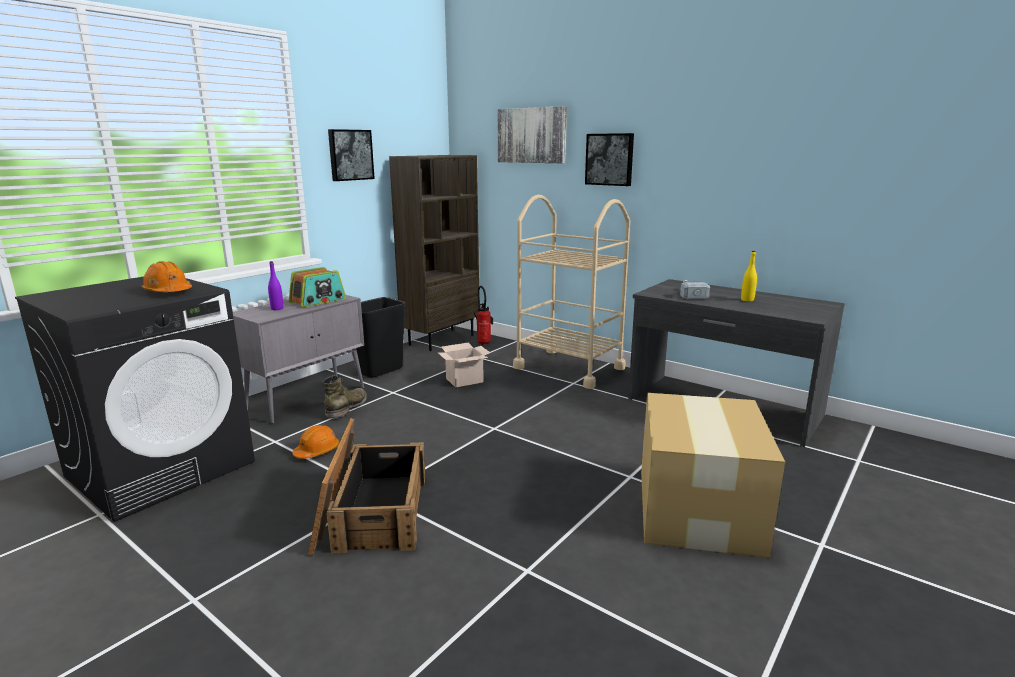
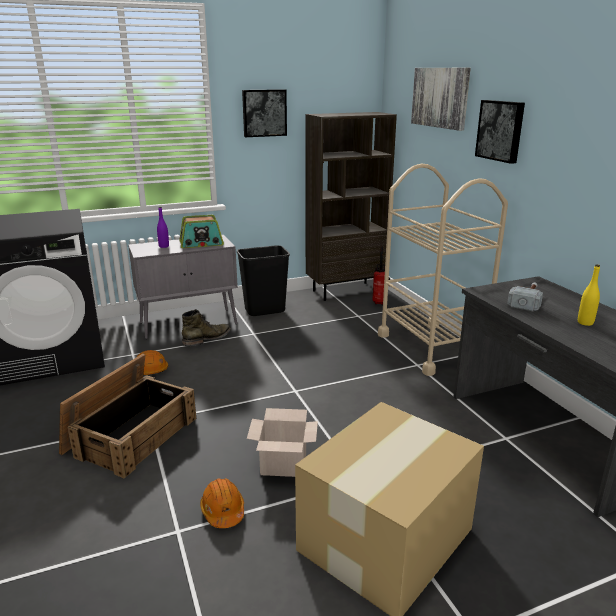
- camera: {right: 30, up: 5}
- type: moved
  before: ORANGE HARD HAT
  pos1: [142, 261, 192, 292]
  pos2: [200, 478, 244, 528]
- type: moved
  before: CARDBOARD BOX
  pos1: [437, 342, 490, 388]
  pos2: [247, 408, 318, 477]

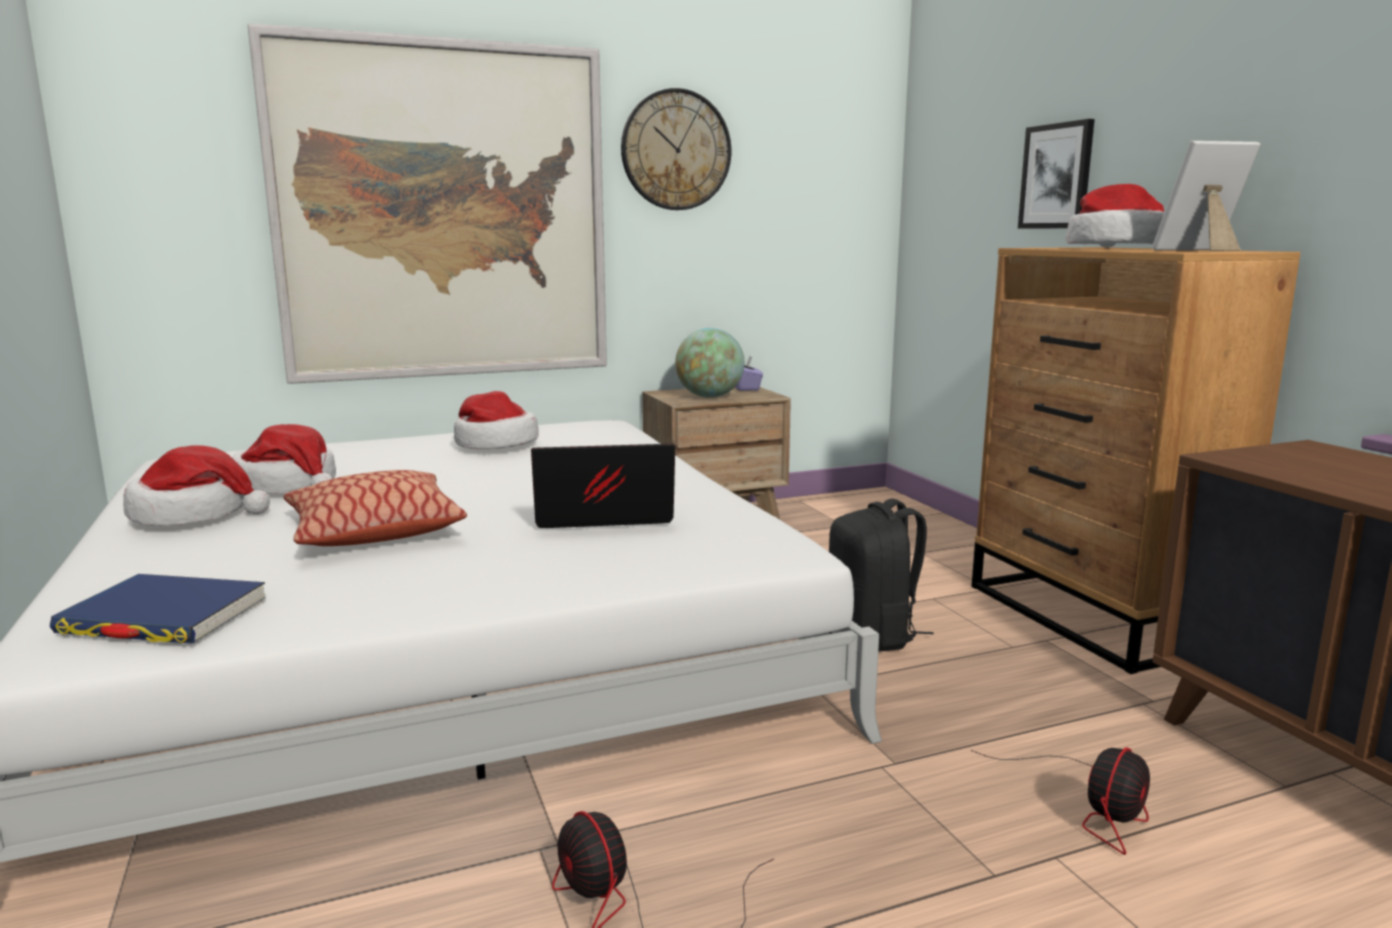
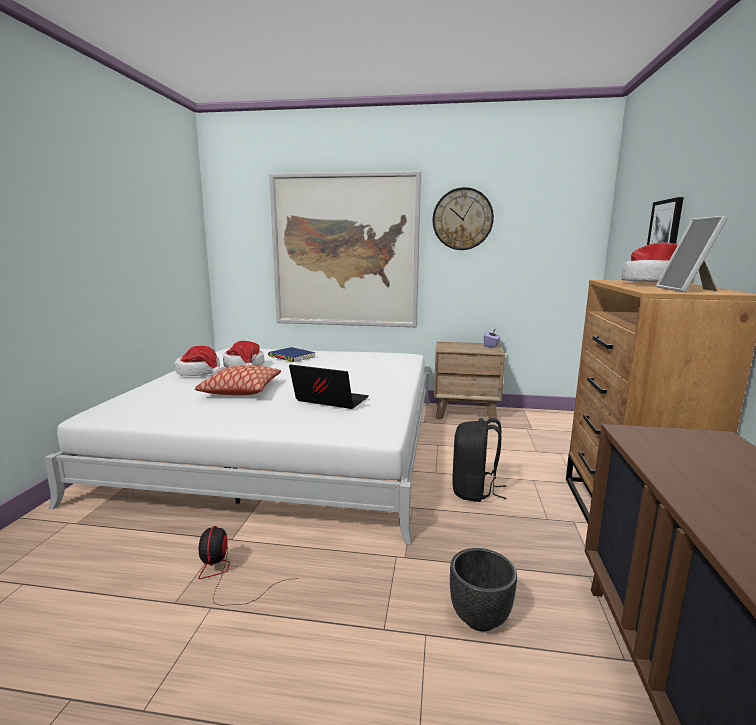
- camera: {right: 30, up: 0}
- type: moved
  before: BLUE BOOK
  pos1: [50, 574, 265, 644]
  pos2: [268, 347, 316, 362]
- type: replaced
  before: FAN
  after: BLACK PLANTER
  pos1: [971, 747, 1150, 855]
  pos2: [450, 548, 517, 631]
- type: turned
  before: PICTURE FRAME
  pos1: [1152, 141, 1261, 251]
  pos2: [656, 216, 728, 292]
  turn: -105
- type: removed
  before: HAT
  pos1: [454, 391, 539, 449]
- type: removed
  before: GLOBE
  pos1: [675, 328, 745, 398]

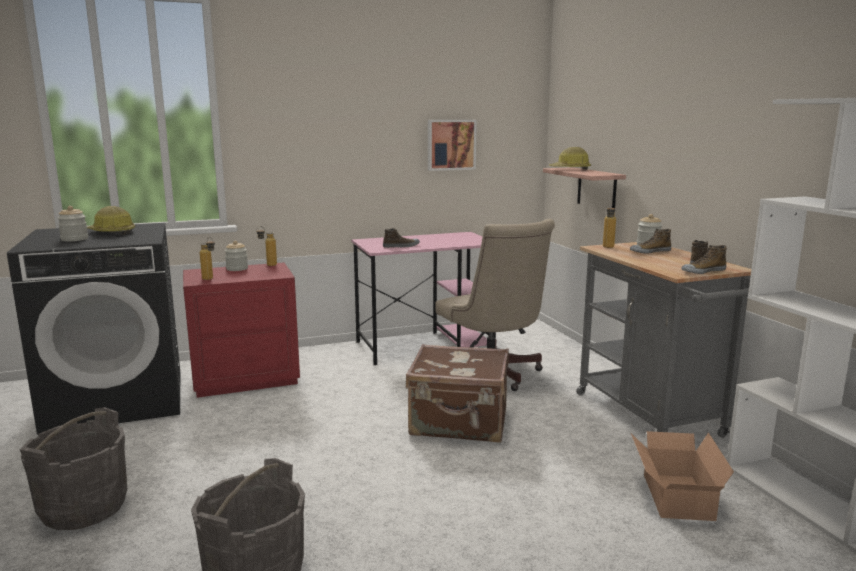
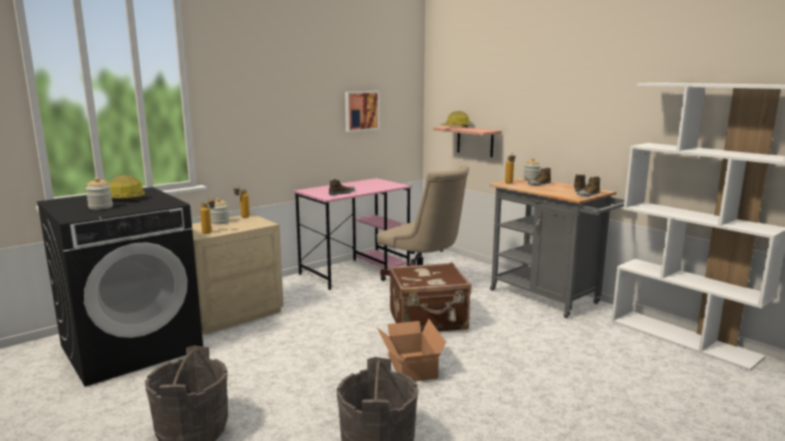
- camera: {right: -20, up: 0}
- type: recoloured
  before: RED NIGHTSTAND
  after: BEIGE NIGHTSTAND
  pos1: [183, 262, 300, 398]
  pos2: [191, 214, 284, 335]
- type: moved
  before: CARDBOARD BOX
  pos1: [631, 431, 734, 521]
  pos2: [377, 319, 446, 382]

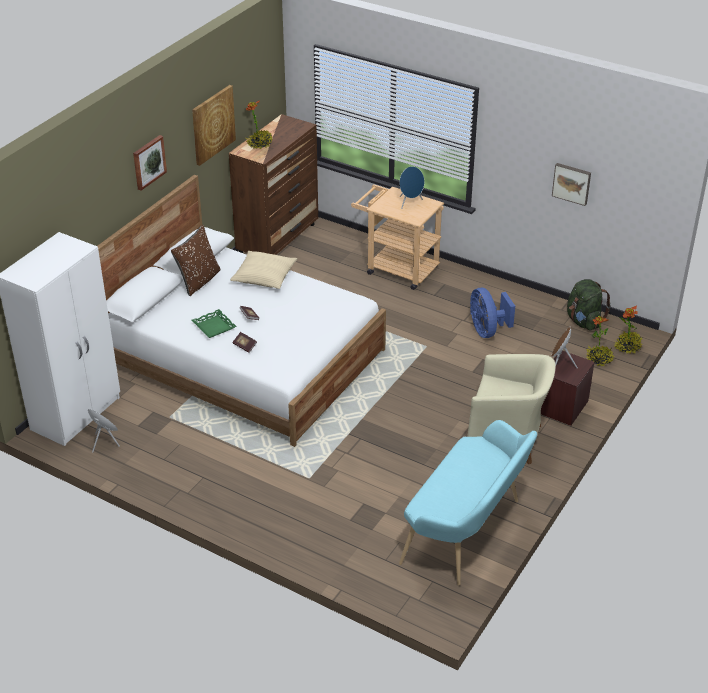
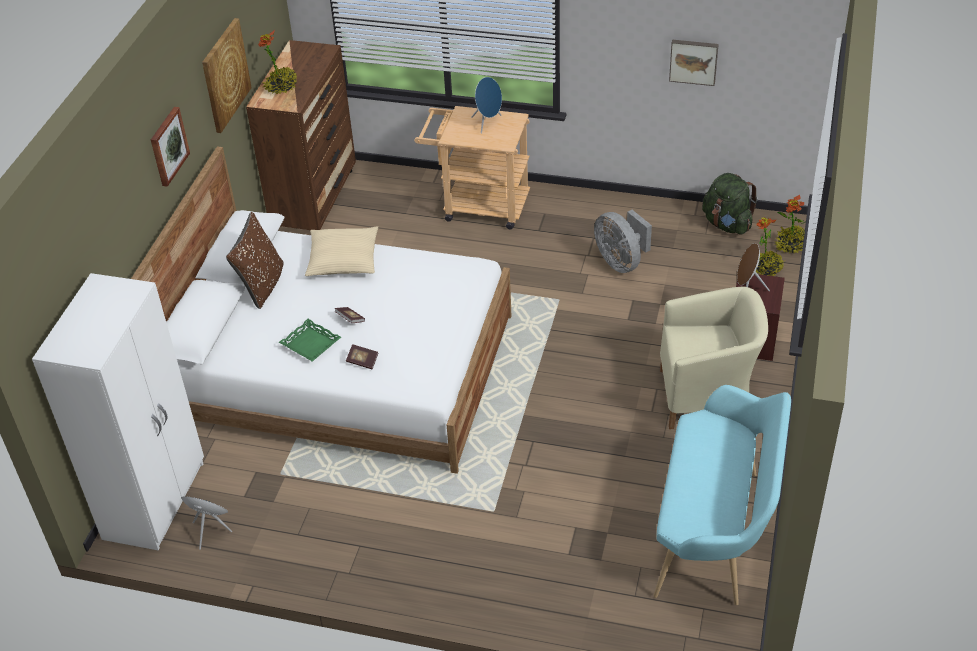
- camera: {right: -15, up: 5}
- type: recoloured
  before: BLUE FAN
  after: GREY FAN
  pos1: [470, 288, 515, 338]
  pos2: [594, 210, 652, 273]

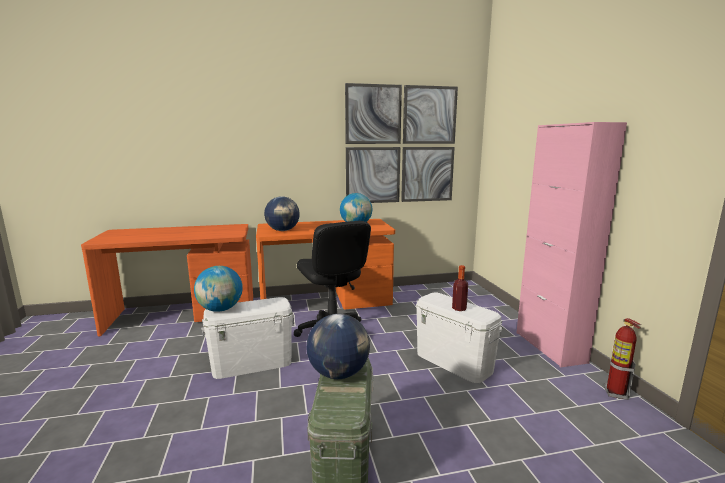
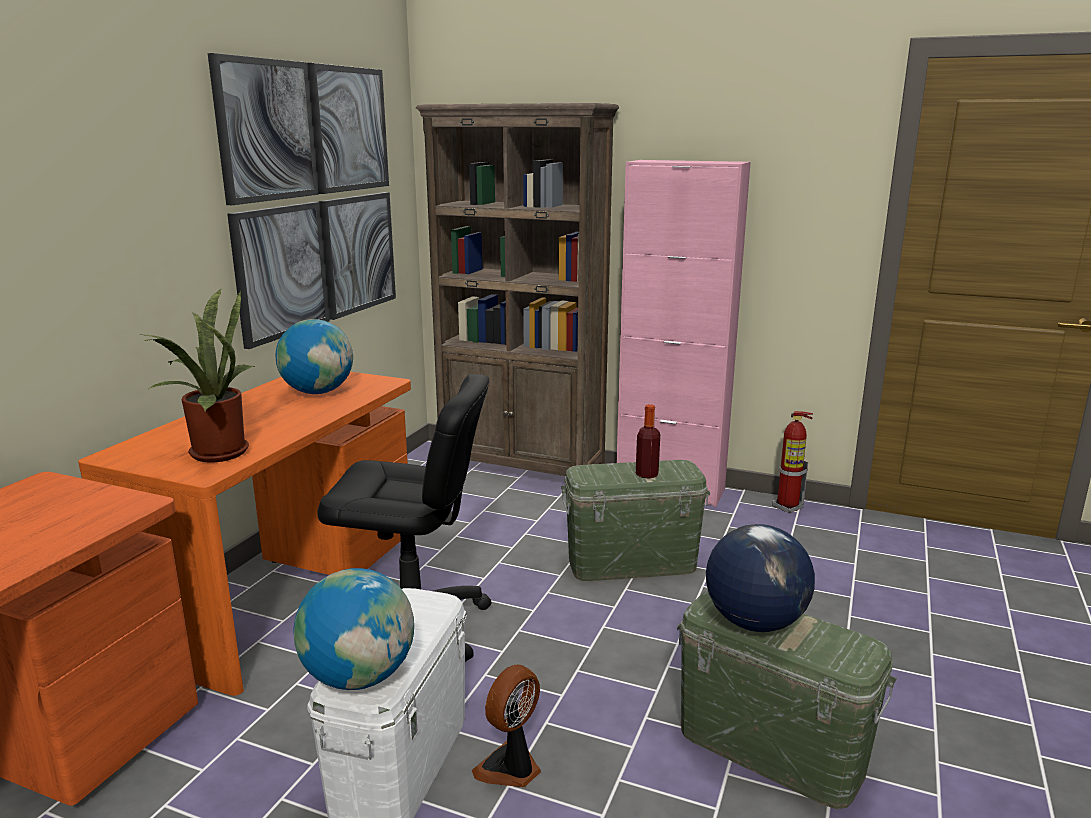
- camera: {right: -55, up: 5}
- type: replaced
  before: GLOBE
  after: POTTED PLANT
  pos1: [264, 196, 300, 231]
  pos2: [139, 289, 253, 463]
- type: added
  after: BROWN BOOKCASE
  pos2: [416, 103, 619, 476]
- type: added
  after: FAN
  pos2: [472, 664, 541, 787]
- type: recoloured
  before: WHITE STORAGE BOX
  after: GREEN STORAGE BOX
  pos1: [416, 292, 503, 383]
  pos2: [561, 460, 710, 581]

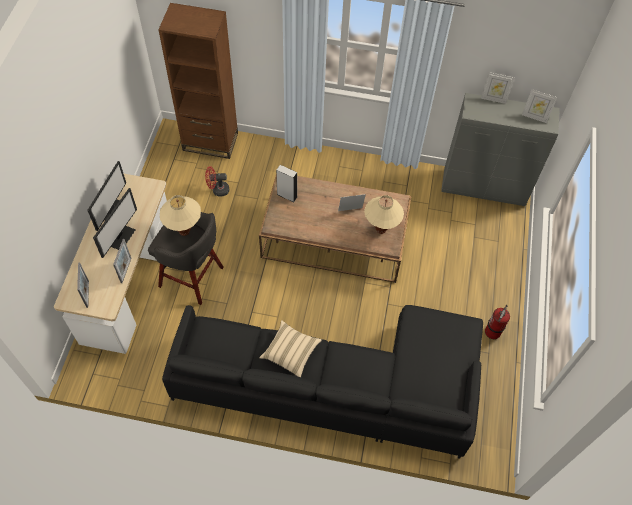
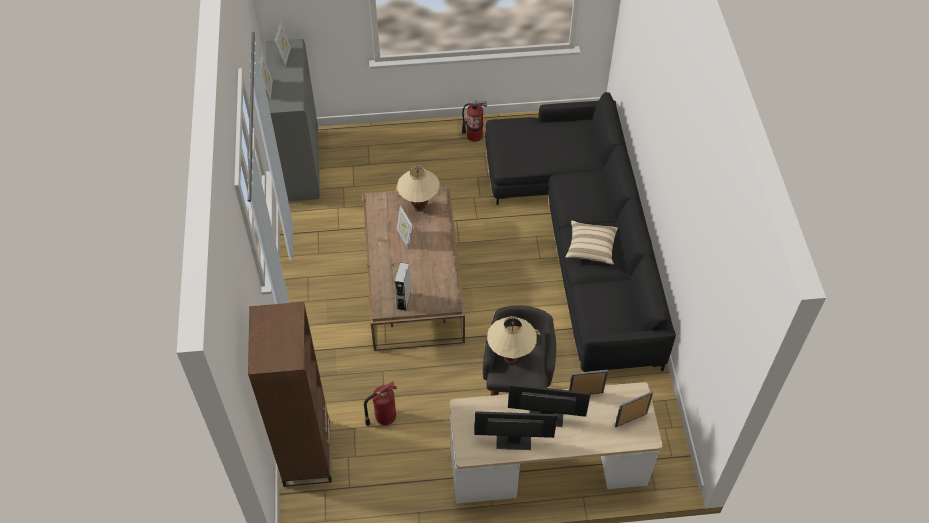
- camera: {right: -105, up: -5}
- type: replaced
  before: RED FAN
  after: FIRE EXTINGUISHER
  pos1: [205, 166, 229, 197]
  pos2: [364, 381, 397, 426]

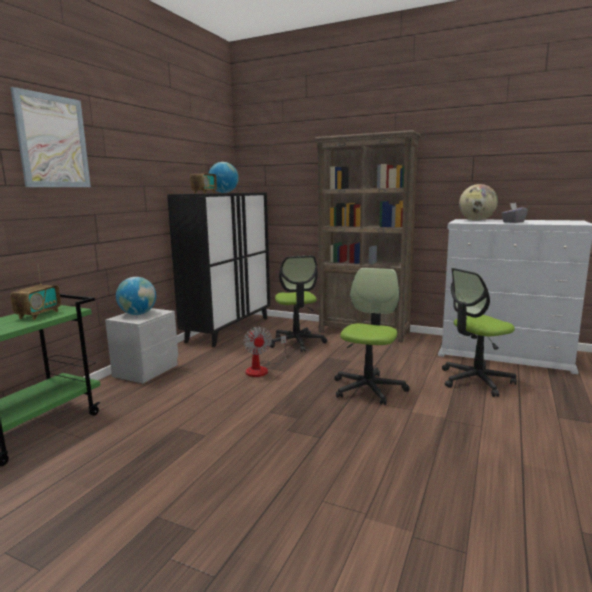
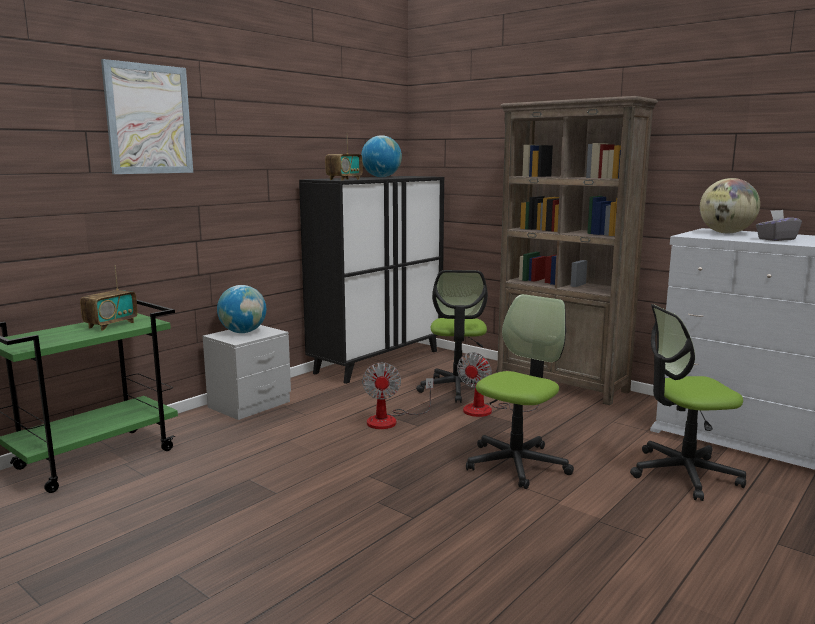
- camera: {right: 15, up: 0}
- type: added
  after: FAN
  pos2: [457, 352, 539, 417]

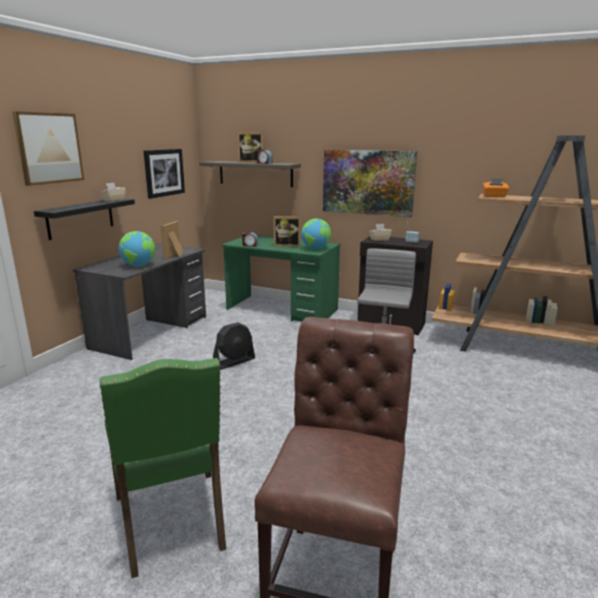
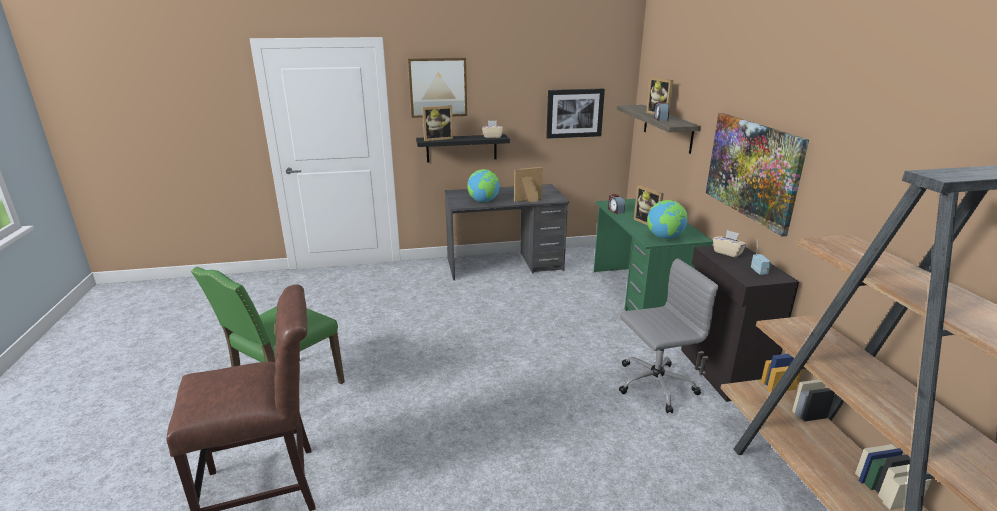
- camera: {right: 55, up: 5}
- type: added
  after: PICTURE FRAME
  pos2: [422, 105, 453, 141]
- type: removed
  before: BLACK FAN
  pos1: [213, 322, 255, 370]
- type: removed
  before: ORANGE TISSUE BOX
  pos1: [483, 178, 509, 197]

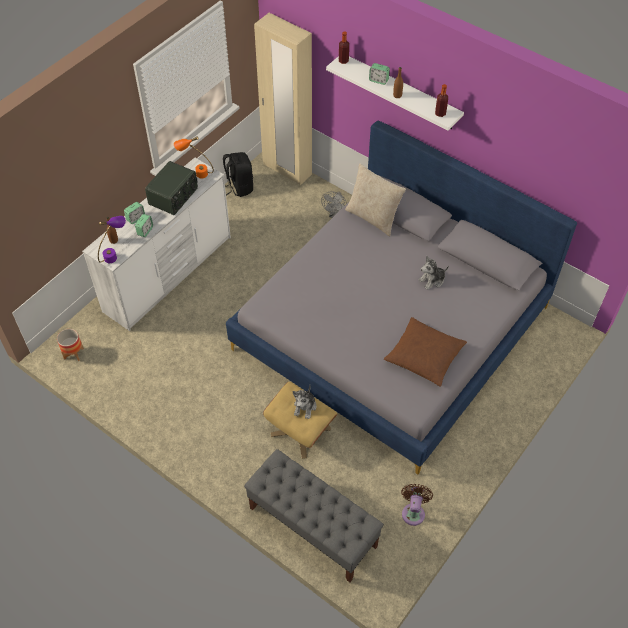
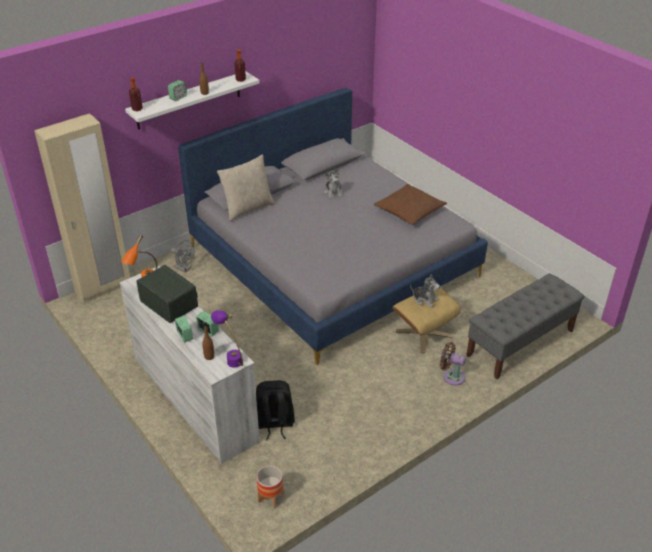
- camera: {right: -75, up: -15}
- type: moved
  before: BLACK BACKPACK
  pos1: [223, 152, 253, 197]
  pos2: [256, 380, 295, 440]
- type: moved
  before: BROWN FAN
  pos1: [401, 484, 433, 526]
  pos2: [440, 342, 466, 386]

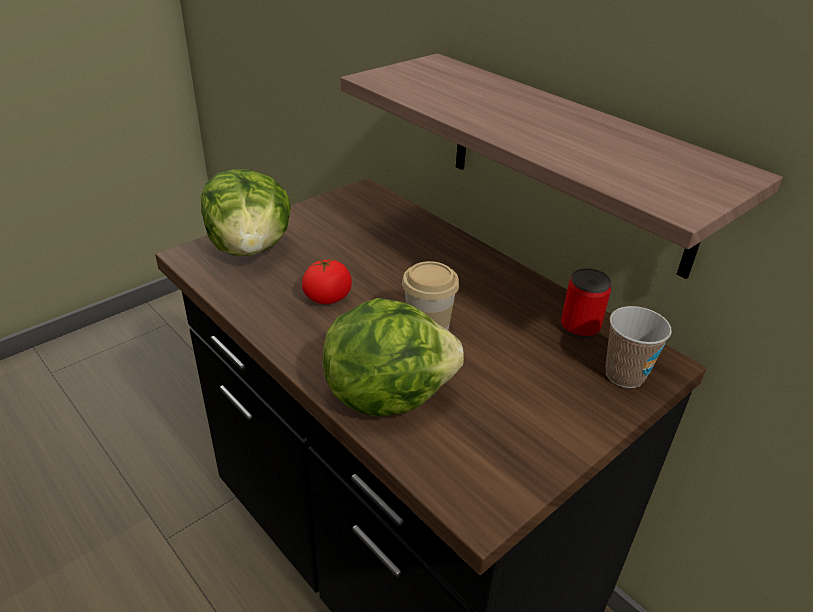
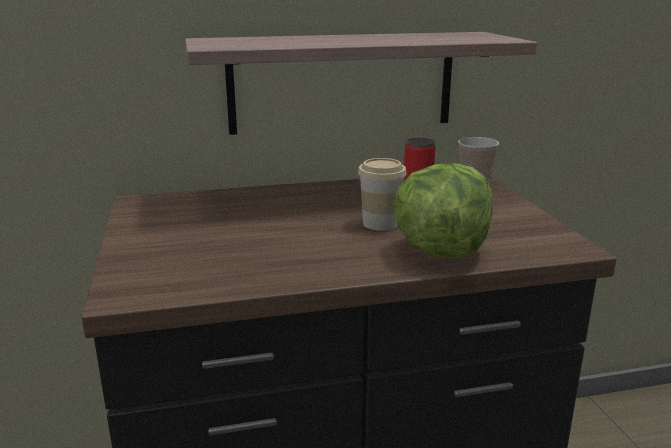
- camera: {right: -60, up: -15}
- type: removed
  before: LETTUCE
  pos1: [201, 169, 291, 256]
- type: removed
  before: TOMATO
  pos1: [302, 258, 352, 304]

